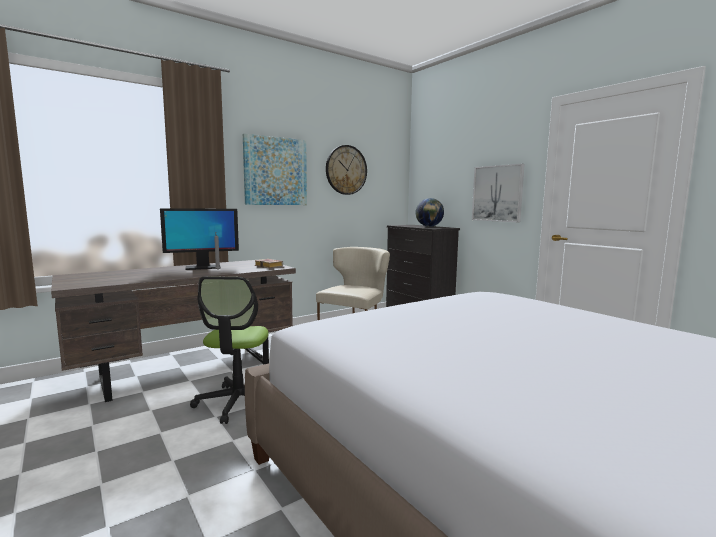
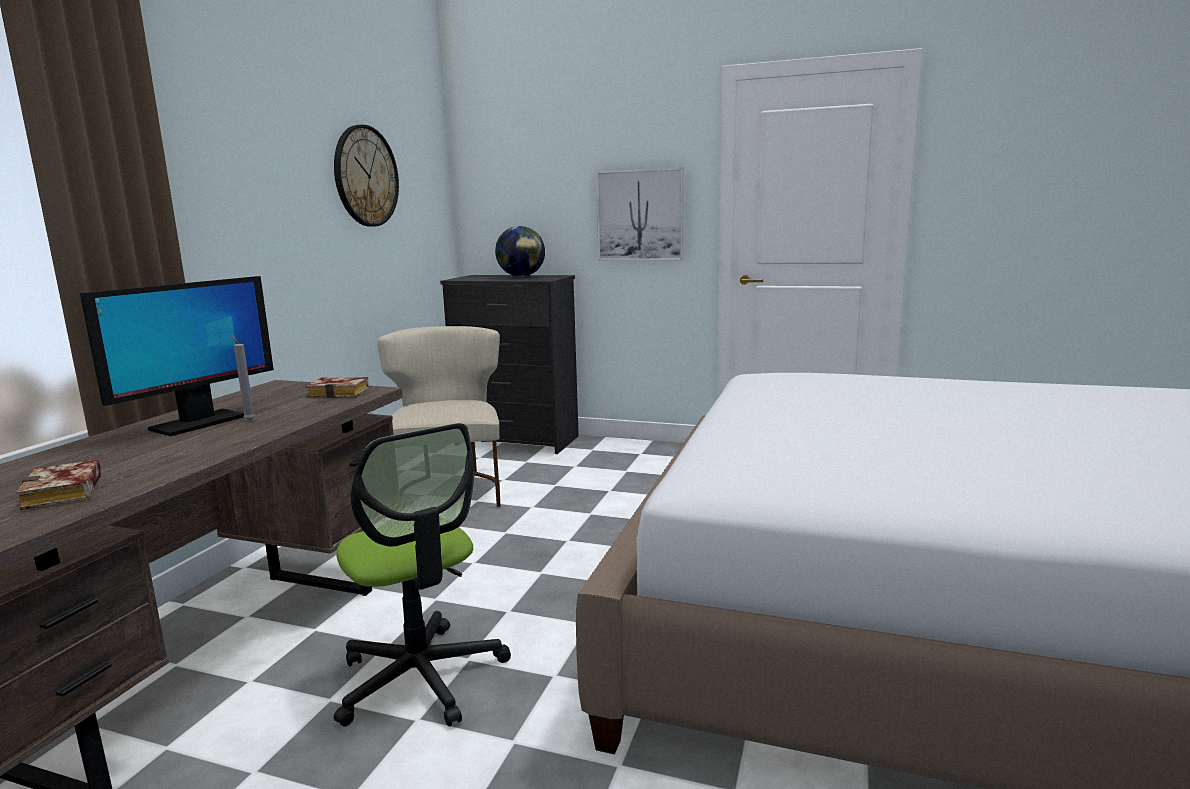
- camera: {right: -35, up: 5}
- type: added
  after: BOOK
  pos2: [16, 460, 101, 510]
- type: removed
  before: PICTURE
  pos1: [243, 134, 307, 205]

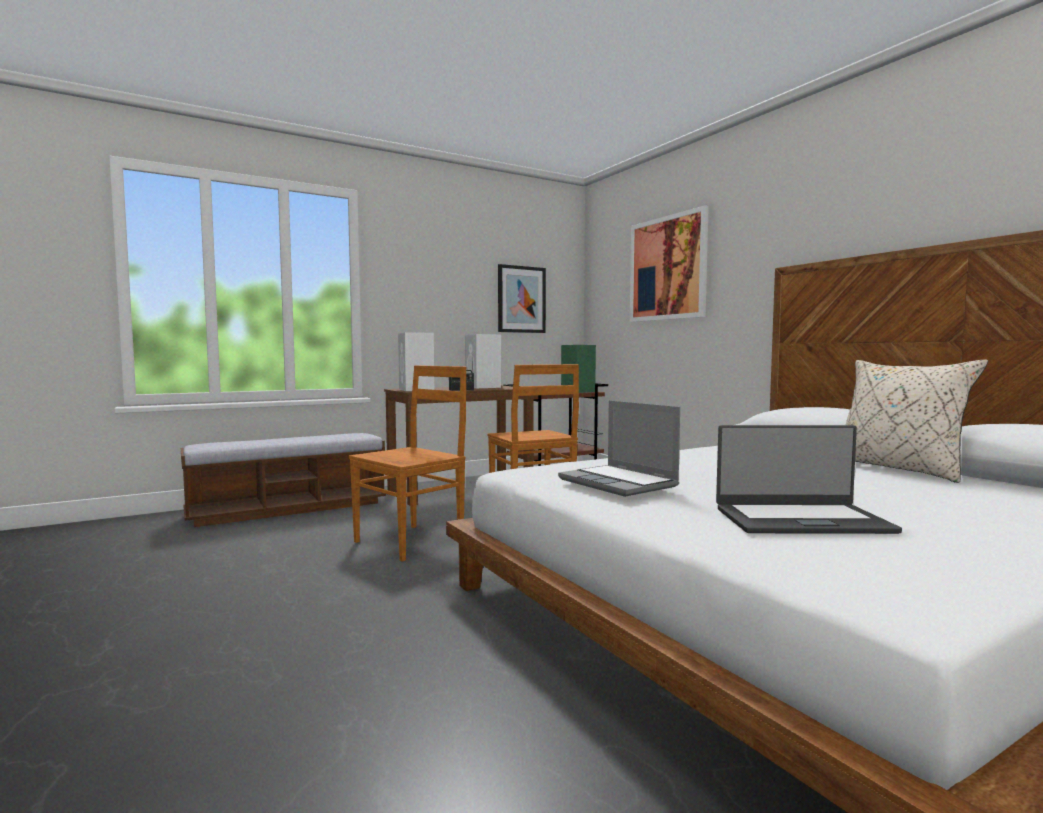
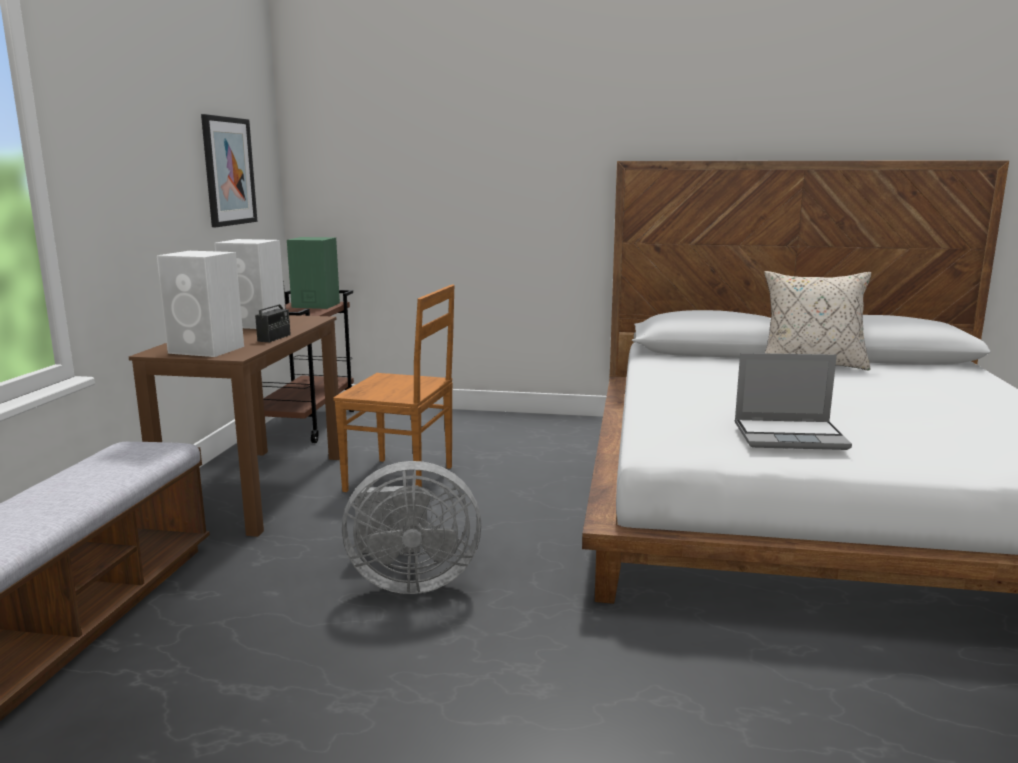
- camera: {right: -50, up: 10}
- type: replaced
  before: BROWN CHAIR
  after: GREY FAN
  pos1: [349, 365, 466, 562]
  pos2: [342, 461, 482, 594]
- type: removed
  before: PICTURE
  pos1: [630, 205, 709, 322]
- type: removed
  before: LAPTOP
  pos1: [716, 425, 902, 534]

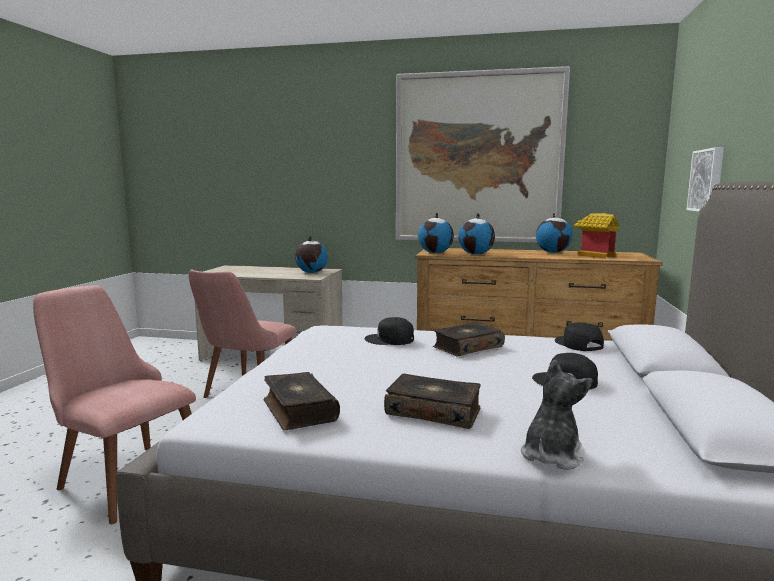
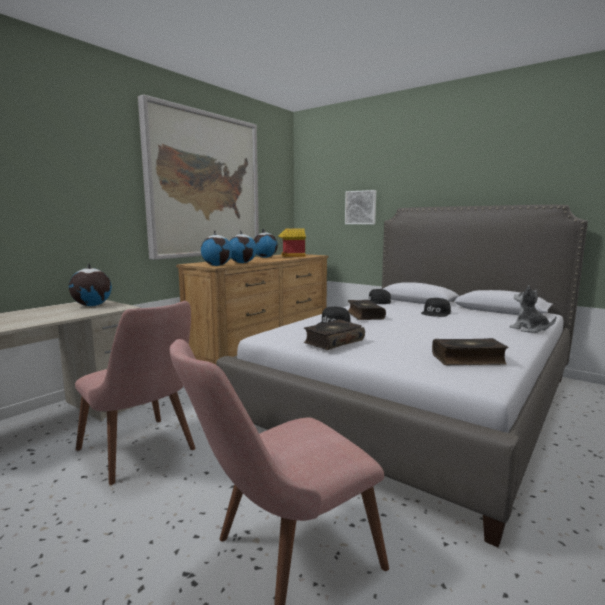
- camera: {right: -65, up: 0}
- type: moved
  before: BOOK
  pos1: [384, 374, 481, 429]
  pos2: [304, 319, 365, 350]

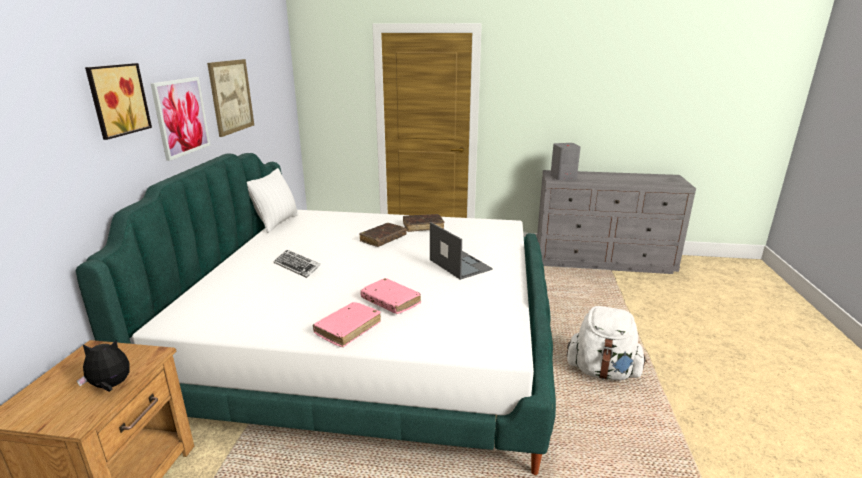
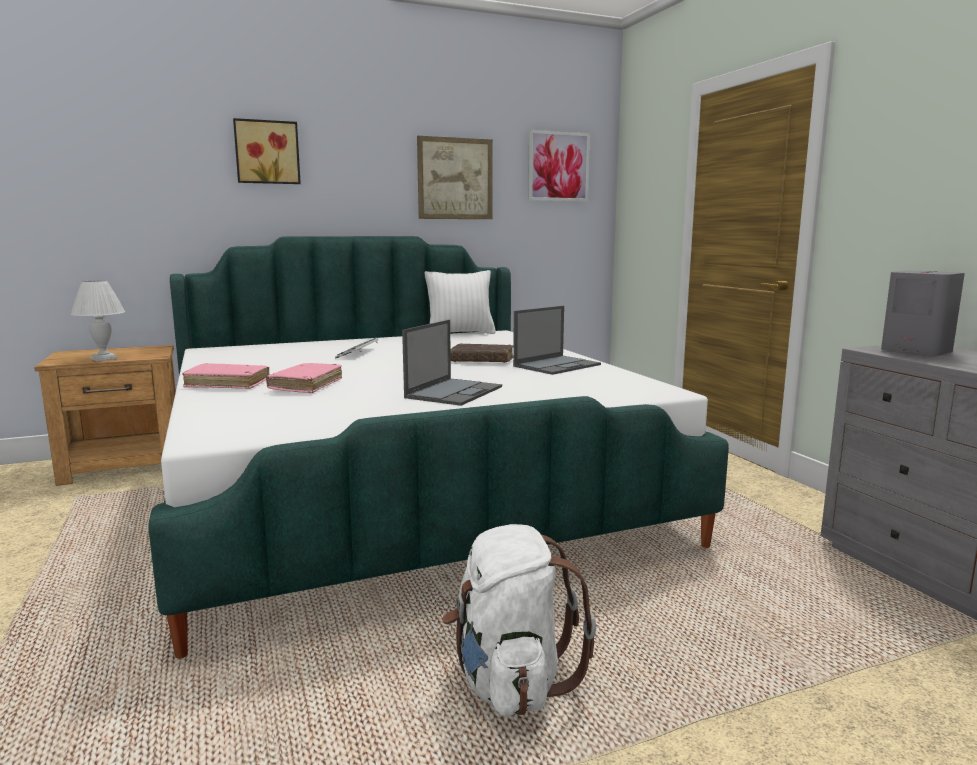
- camera: {right: 60, up: -10}
- type: replaced
  before: PLUSH TOY
  after: WHITE TABLE LAMP
  pos1: [77, 340, 130, 392]
  pos2: [71, 280, 125, 362]
- type: replaced
  before: BROWN BOOK
  after: LAPTOP
  pos1: [403, 214, 444, 232]
  pos2: [513, 306, 601, 375]
- type: moved
  before: PICTURE
  pos1: [151, 77, 210, 161]
  pos2: [528, 130, 590, 201]

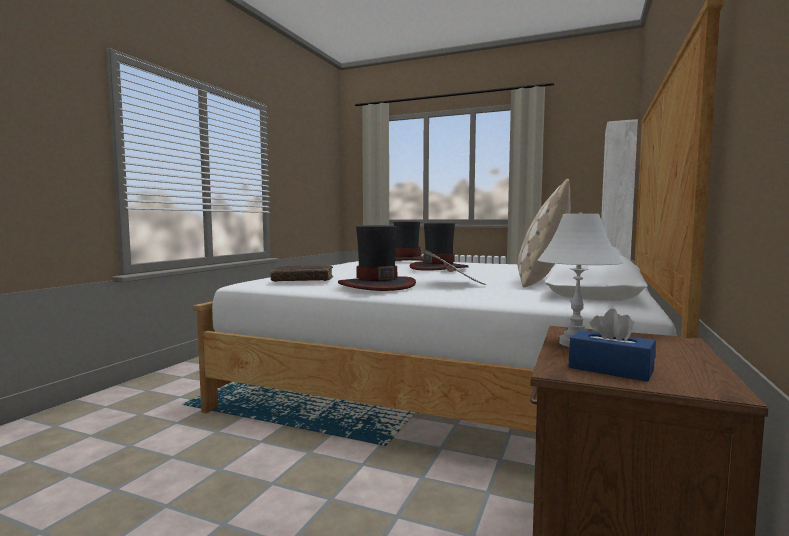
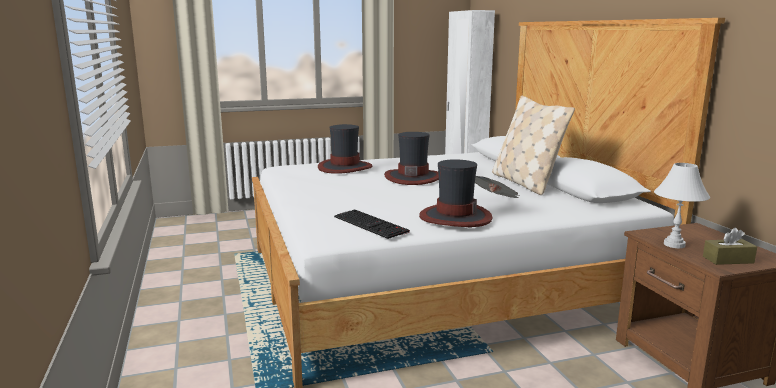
- camera: {right: -40, up: 10}
- type: replaced
  before: BROWN BOOK
  after: KEYBOARD
  pos1: [270, 265, 333, 282]
  pos2: [334, 209, 410, 239]
- type: recoloured
  before: BLUE TISSUE BOX
  after: BROWN TISSUE BOX
  pos1: [569, 309, 656, 382]
  pos2: [703, 228, 757, 265]

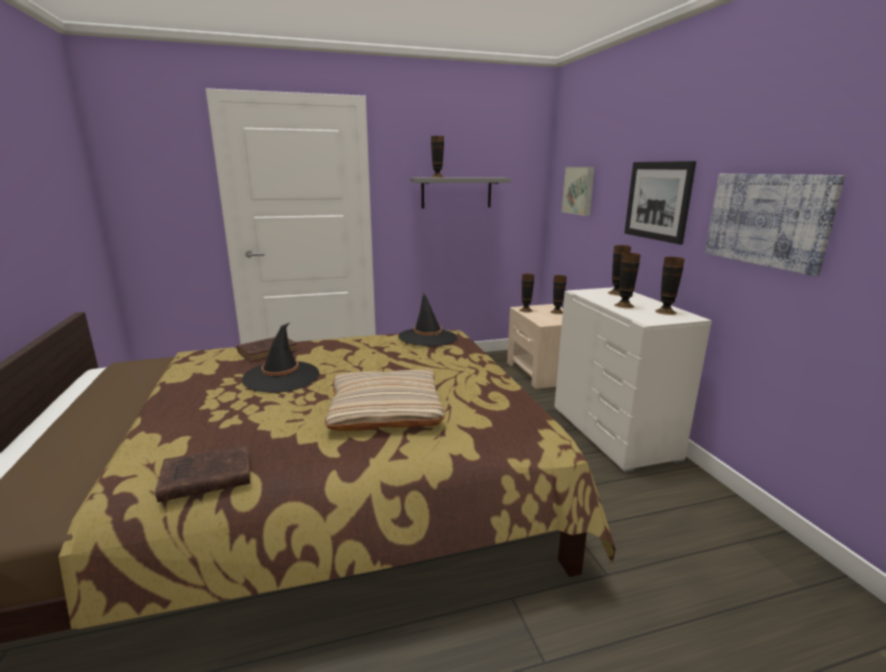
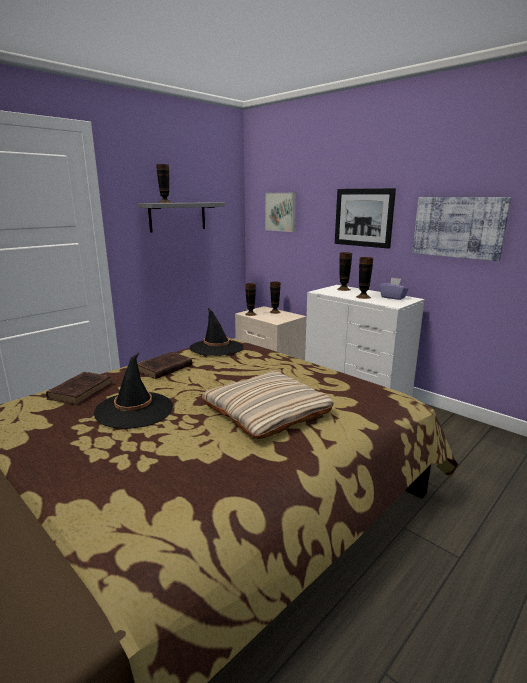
- camera: {right: -30, up: 0}
- type: moved
  before: BROWN BOOK
  pos1: [155, 445, 250, 502]
  pos2: [138, 352, 192, 379]
- type: replaced
  before: VASE
  after: PURPLE TISSUE BOX
  pos1: [655, 257, 685, 315]
  pos2: [380, 278, 409, 300]

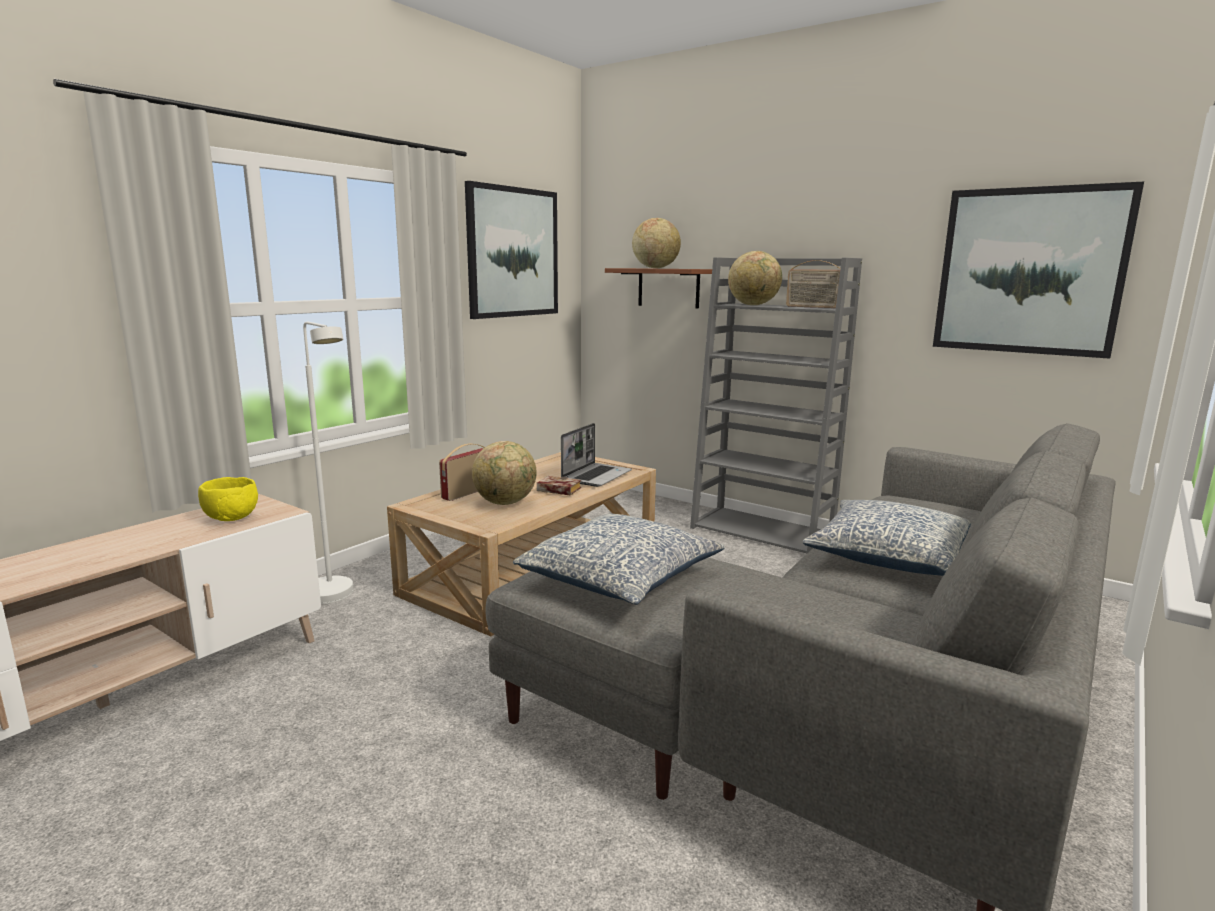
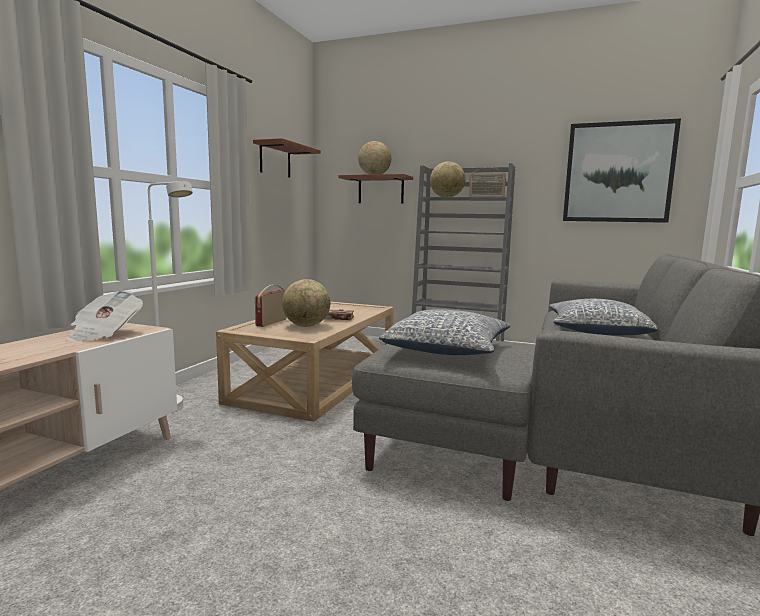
- camera: {right: -15, up: -5}
- type: replaced
  before: YELLOW BOWL
  after: NEWSPAPER
  pos1: [198, 477, 258, 521]
  pos2: [66, 291, 143, 342]
- type: replaced
  before: PICTURE
  after: BROWN SHELF
  pos1: [465, 181, 558, 319]
  pos2: [253, 138, 321, 178]
- type: removed
  before: LAPTOP
  pos1: [561, 423, 632, 487]

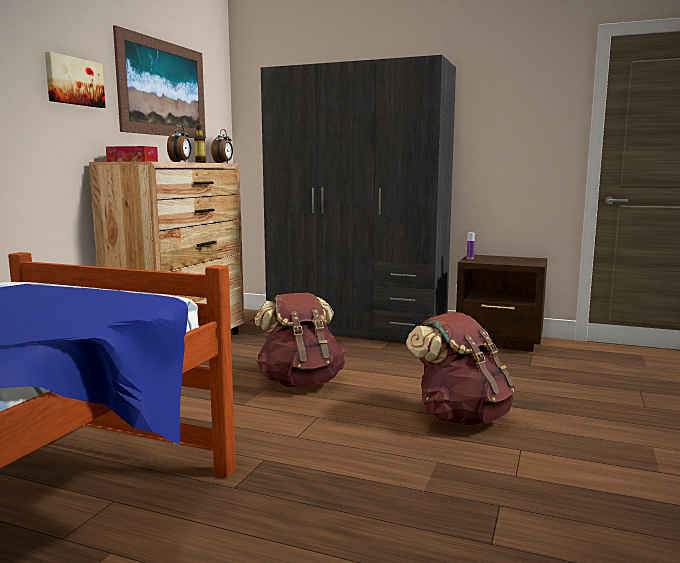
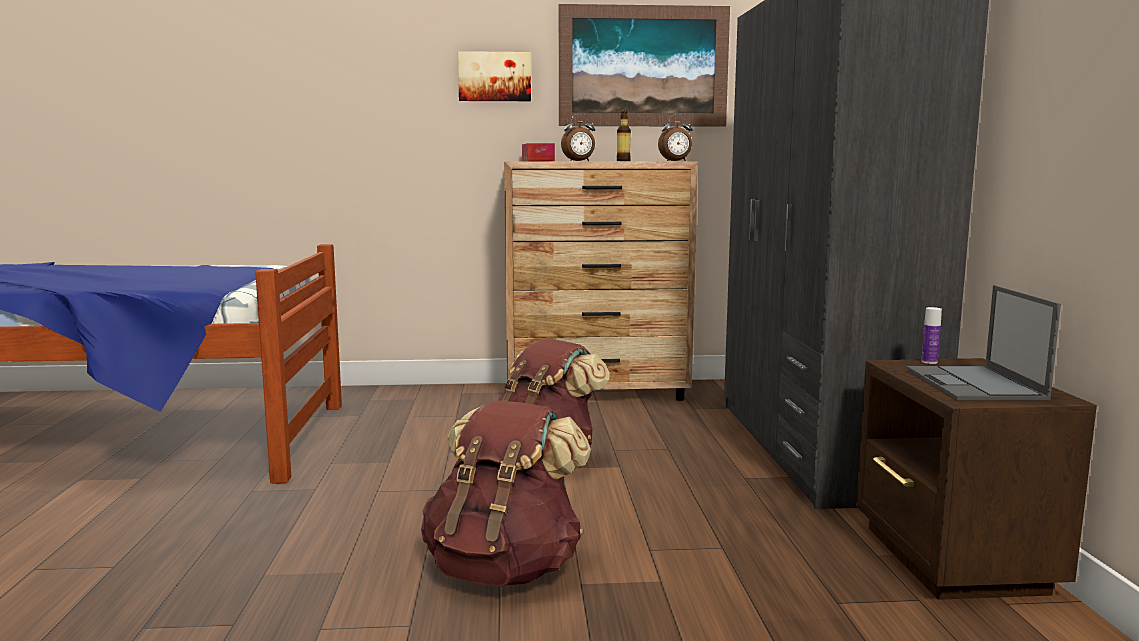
- camera: {right: 65, up: 0}
- type: added
  after: LAPTOP
  pos2: [906, 285, 1061, 400]

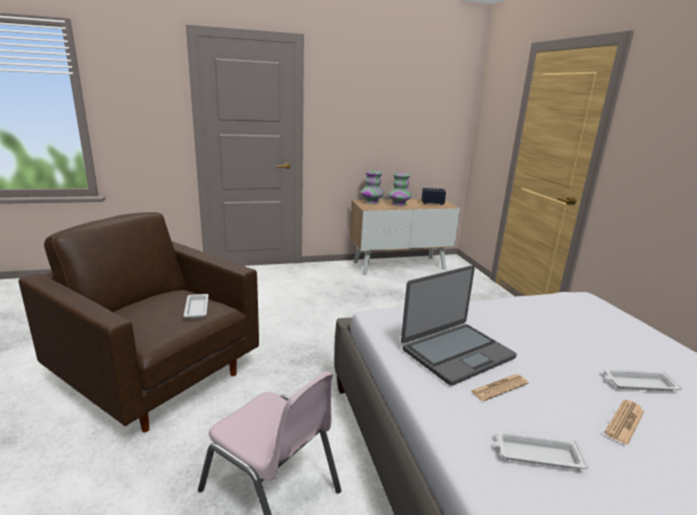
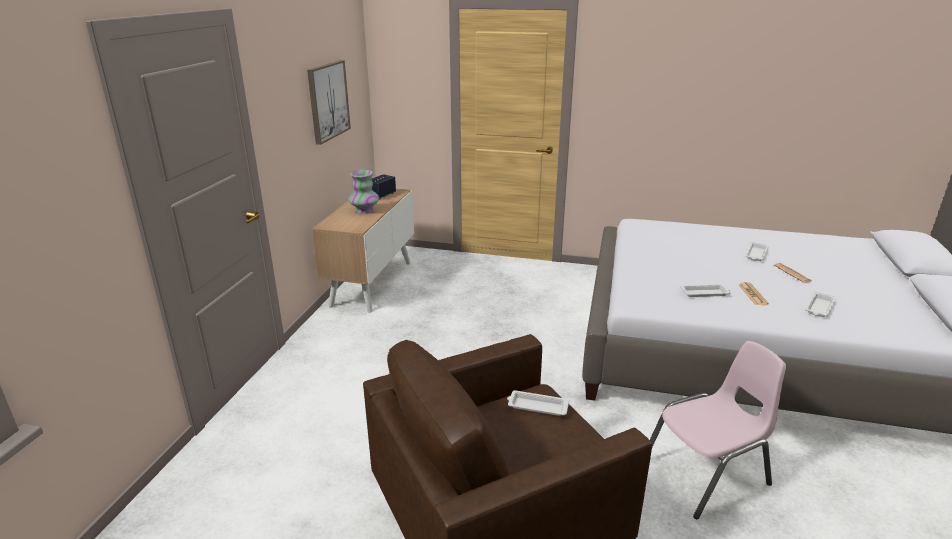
- camera: {right: -60, up: 5}
- type: added
  after: PICTURE
  pos2: [307, 60, 351, 145]
- type: replaced
  before: LAPTOP
  after: WHITE TRAY
  pos1: [401, 265, 517, 386]
  pos2: [680, 284, 731, 297]
- type: removed
  before: VASE
  pos1: [361, 171, 384, 204]

